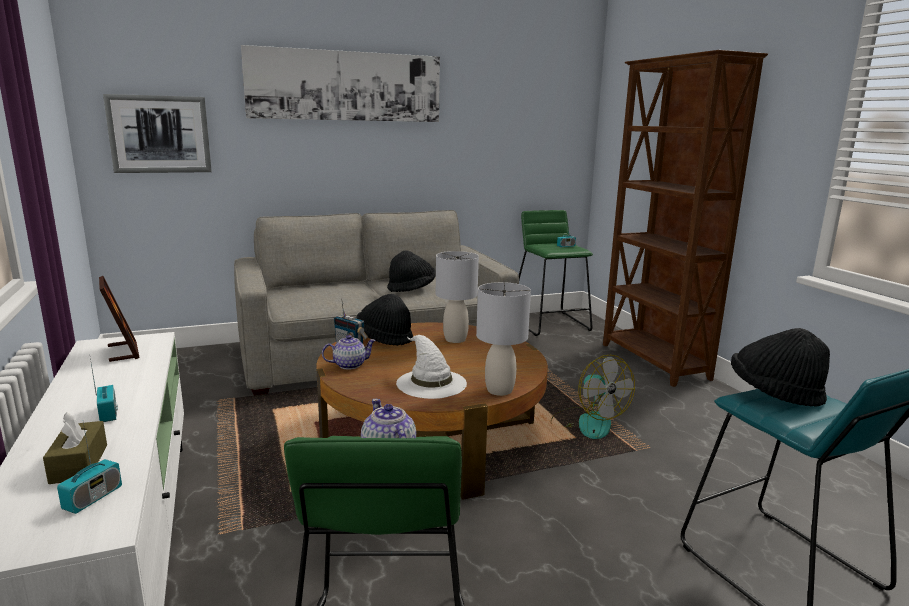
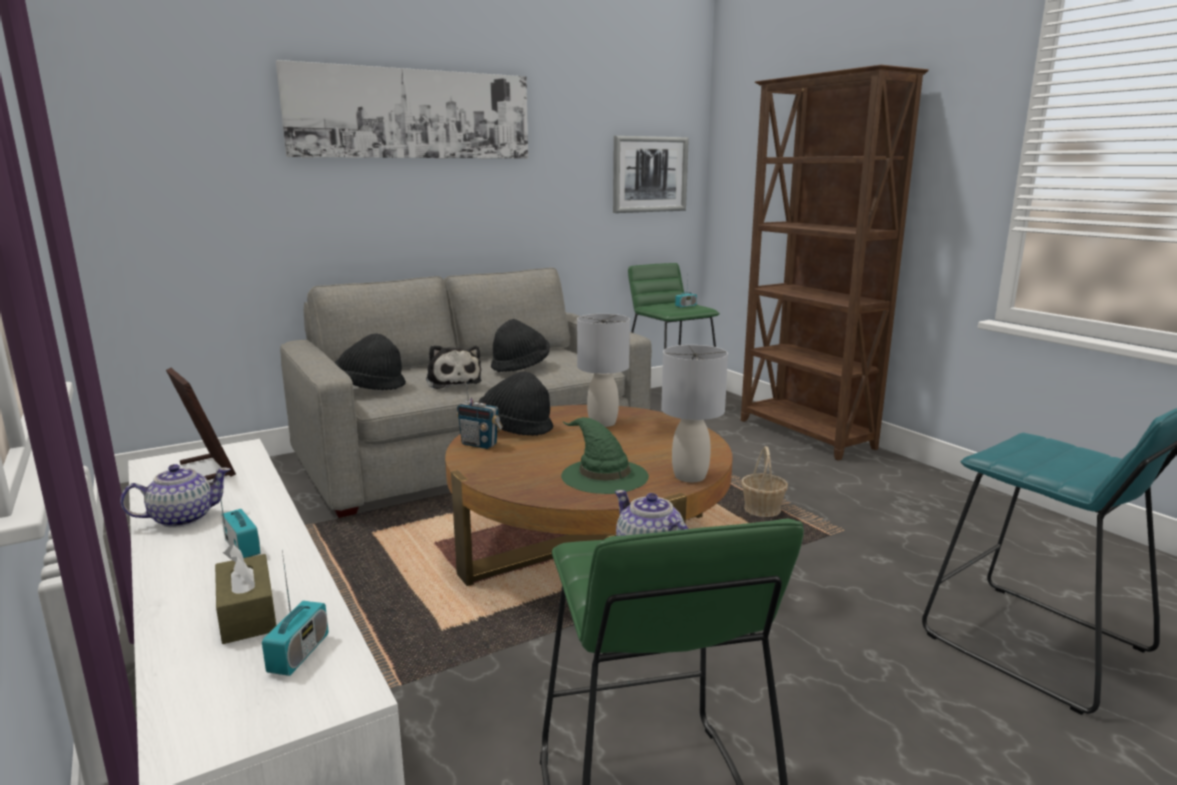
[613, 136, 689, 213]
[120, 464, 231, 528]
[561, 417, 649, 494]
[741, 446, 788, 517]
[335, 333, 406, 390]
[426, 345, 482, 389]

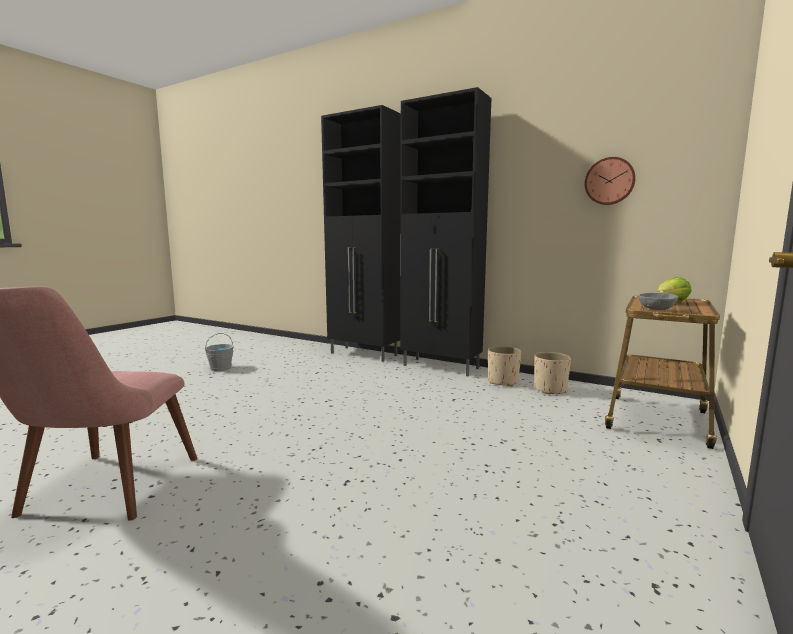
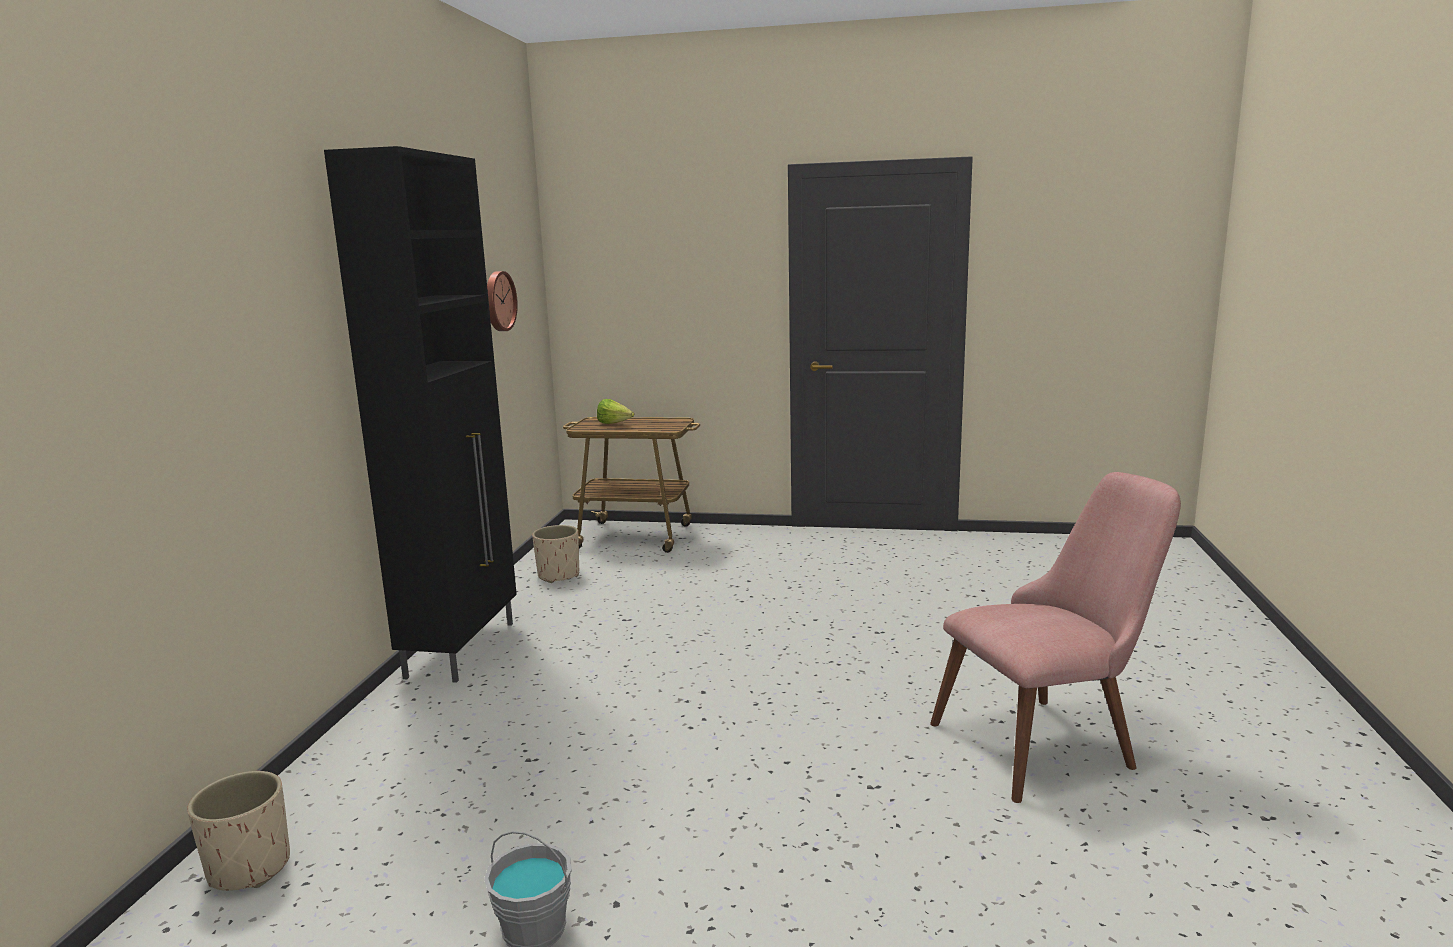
[321, 105, 401, 362] (first image)
[187, 771, 290, 891]
[638, 293, 678, 310] (first image)

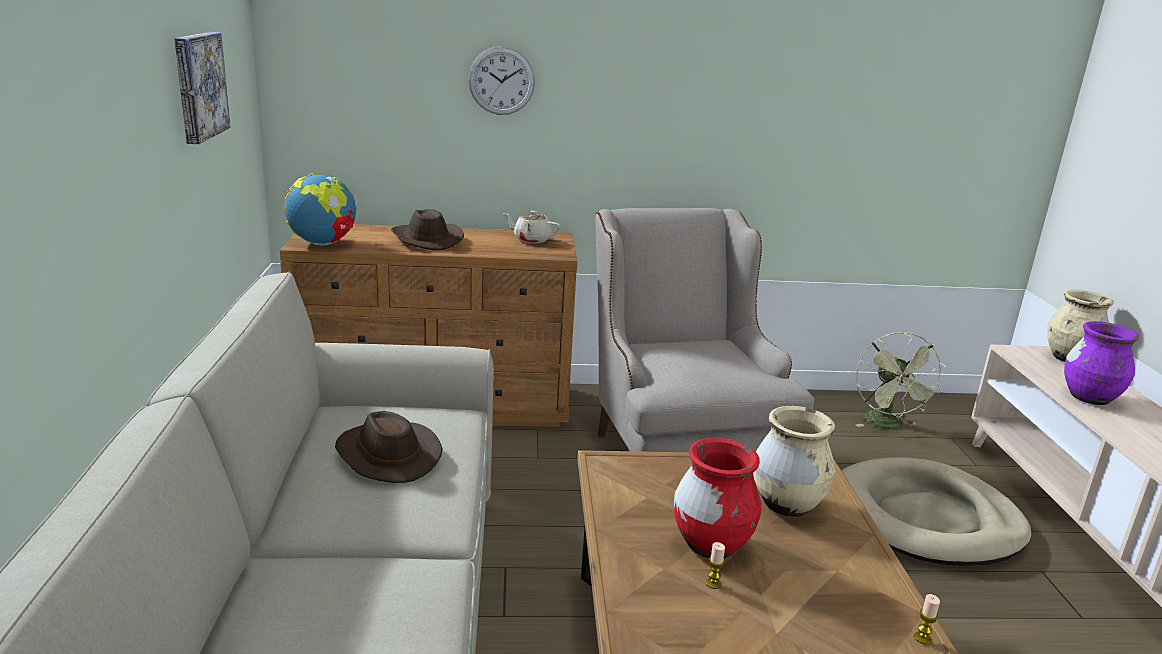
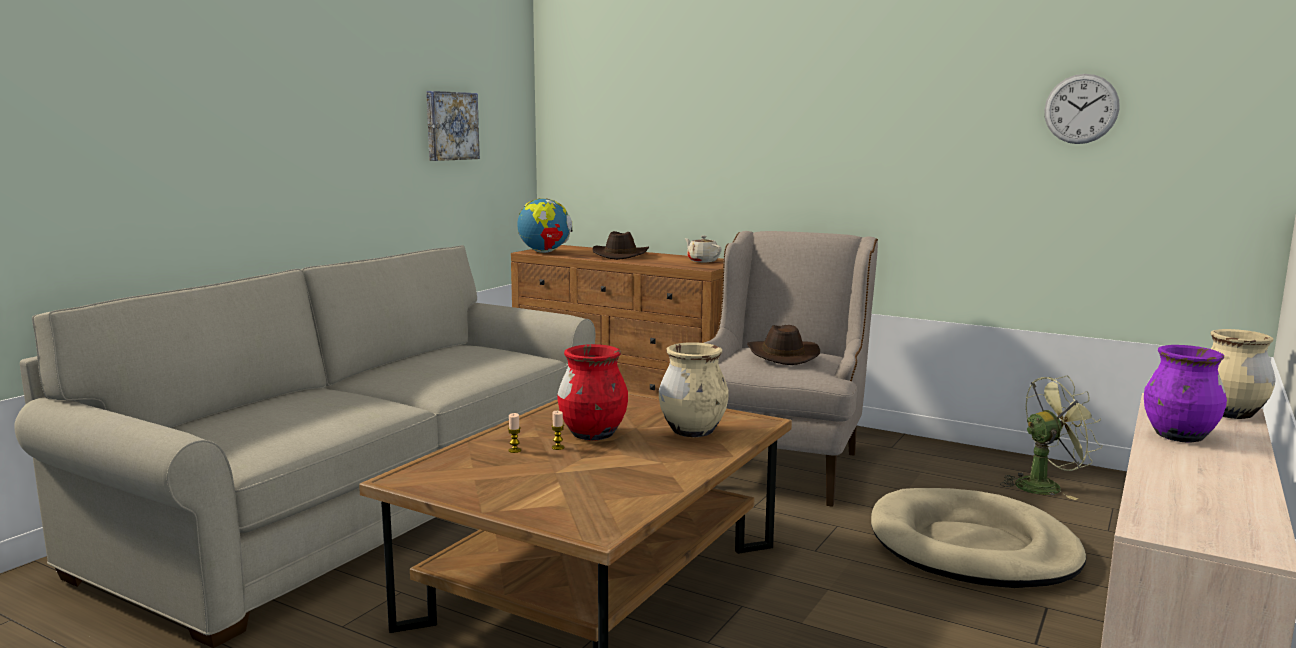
[747, 325, 820, 365]
[1044, 74, 1120, 144]
[1000, 376, 1103, 500]
[508, 413, 521, 453]

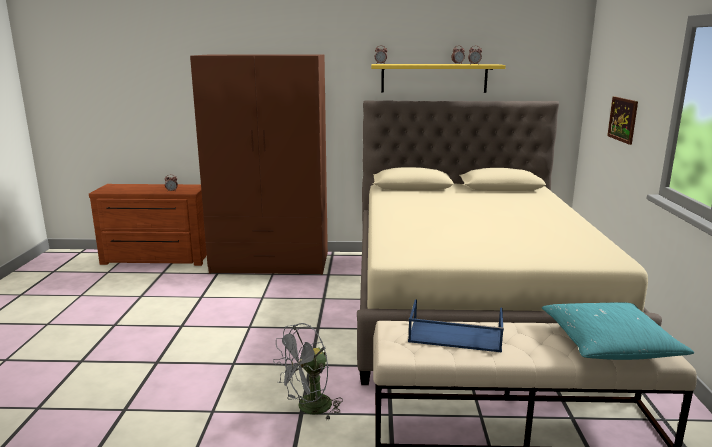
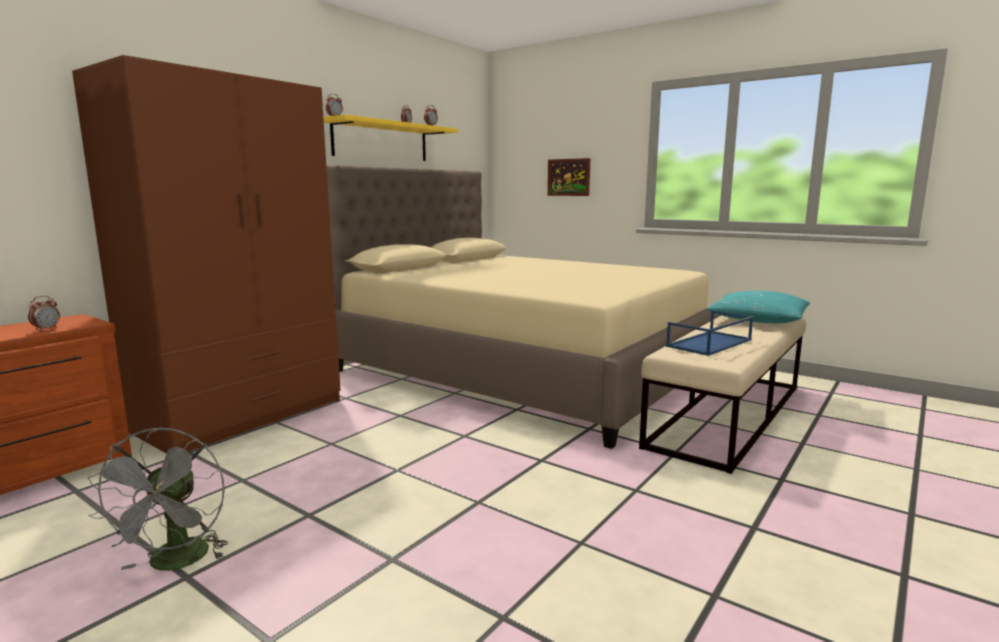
[88, 427, 228, 571]

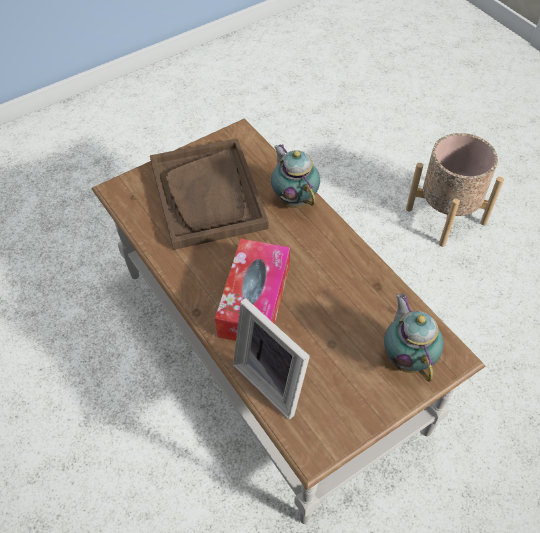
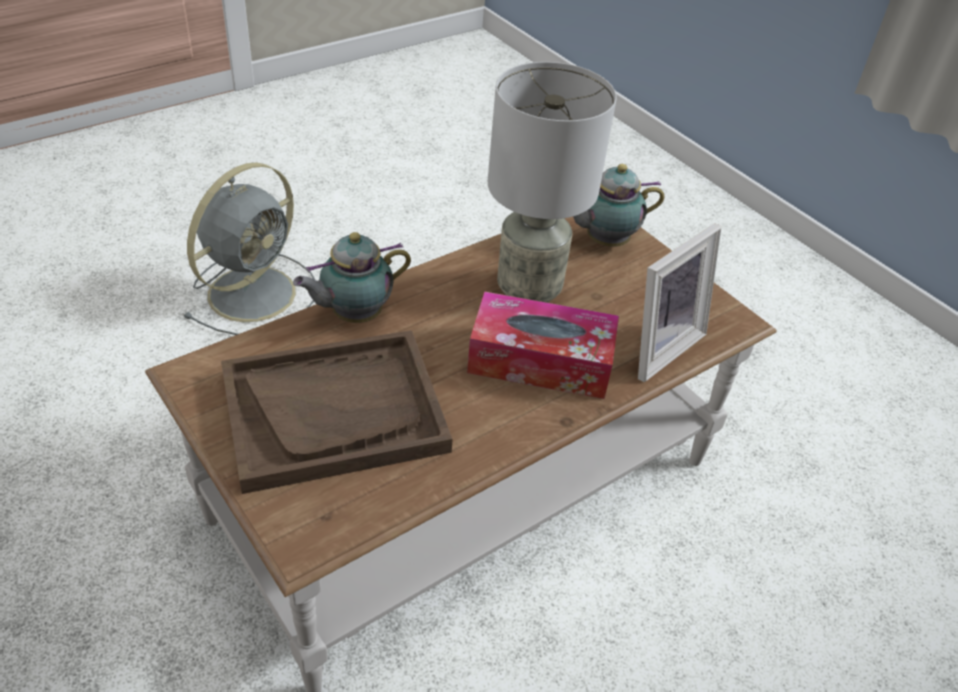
[183, 162, 315, 335]
[488, 62, 616, 303]

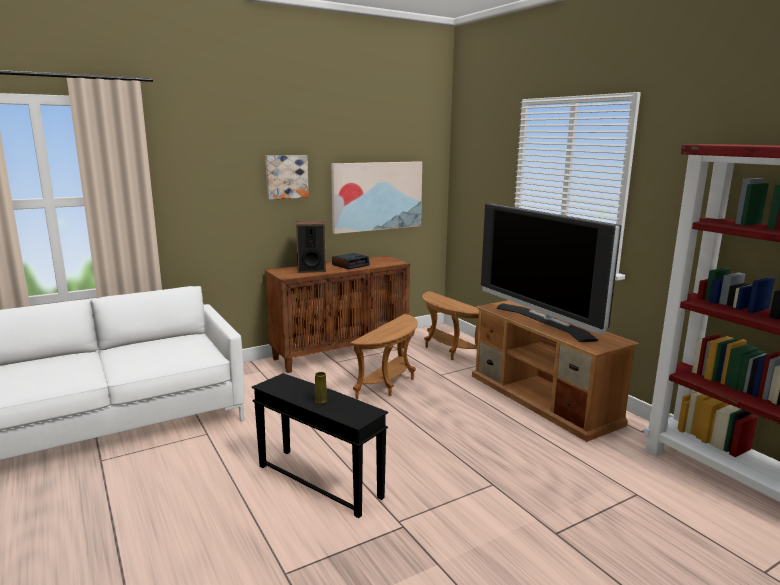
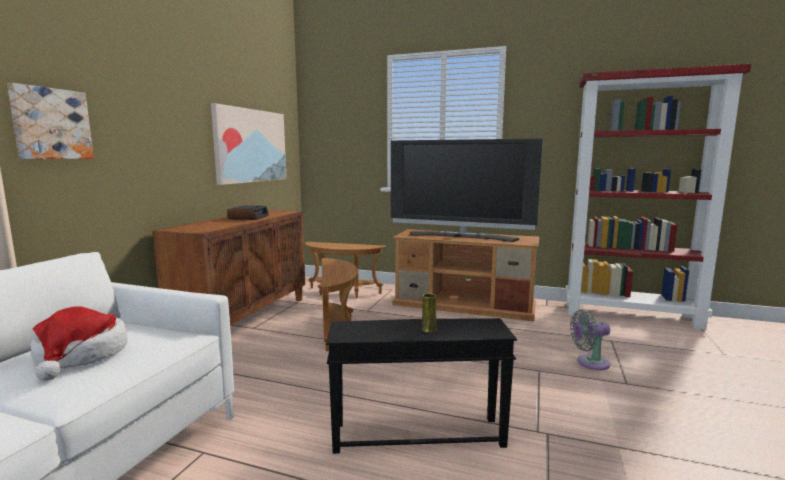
[7, 83, 94, 159]
[296, 221, 326, 273] (first image)
[30, 306, 128, 381]
[570, 309, 610, 370]

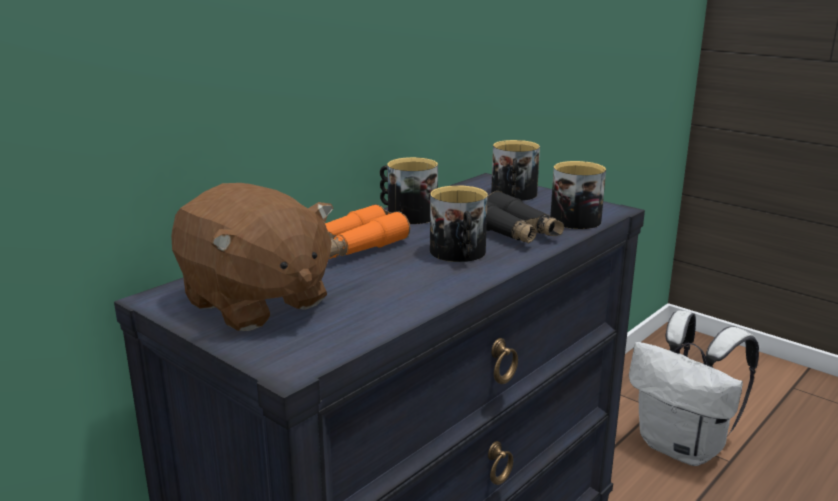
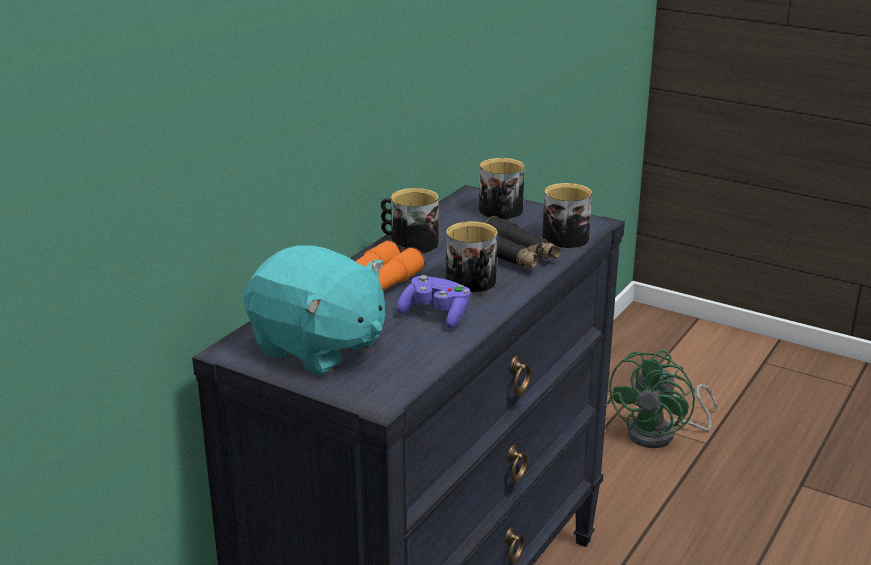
[243, 246, 385, 375]
[607, 350, 717, 448]
[397, 275, 471, 329]

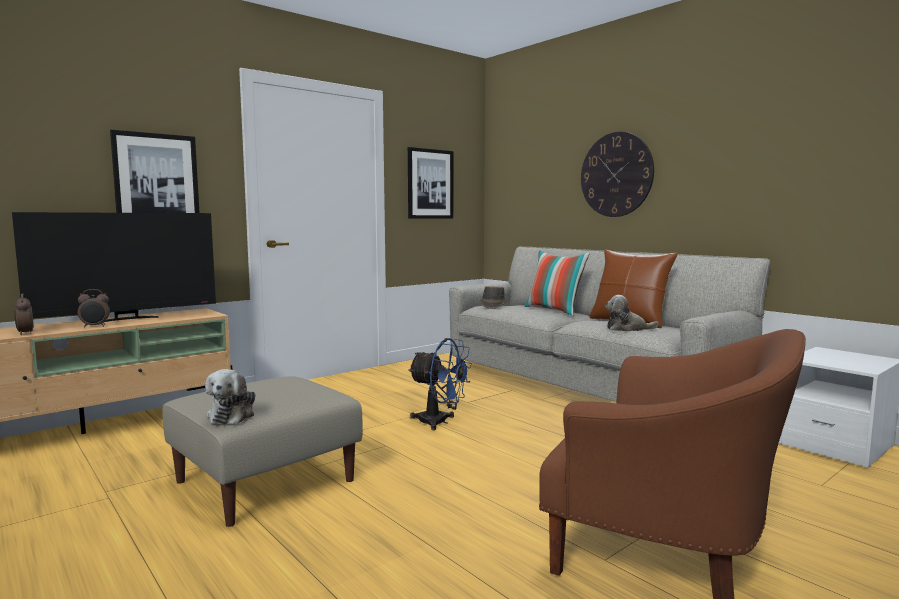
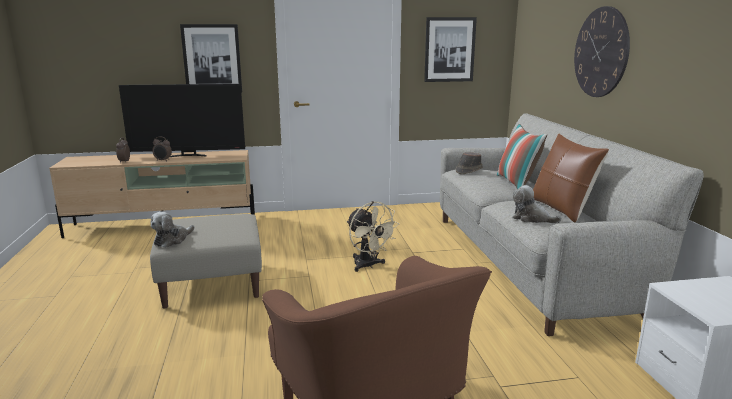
[347, 201, 399, 272]

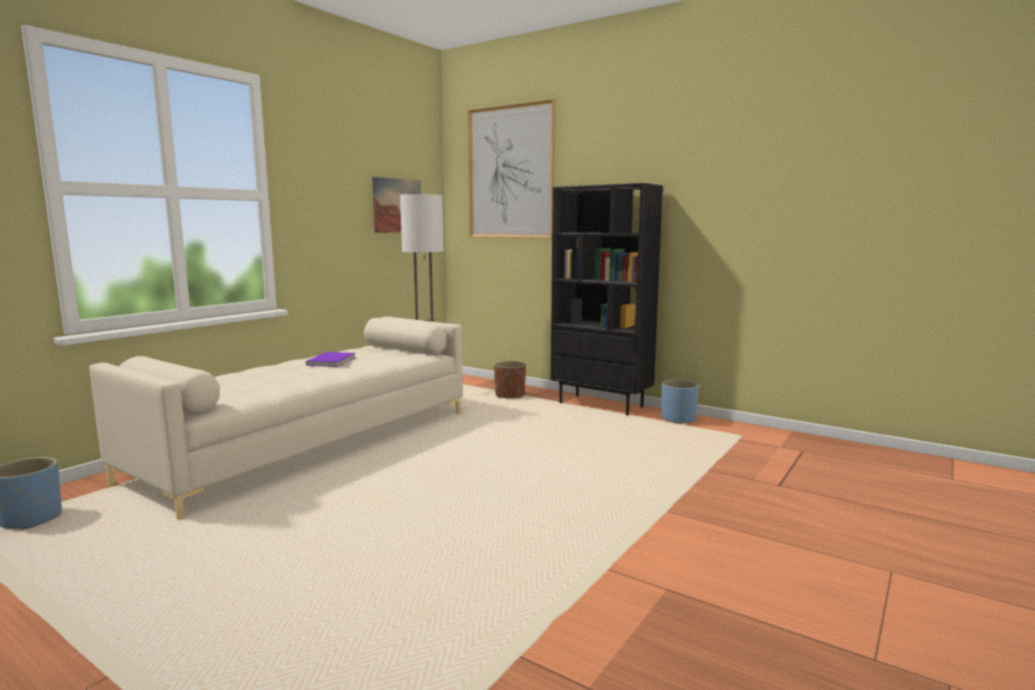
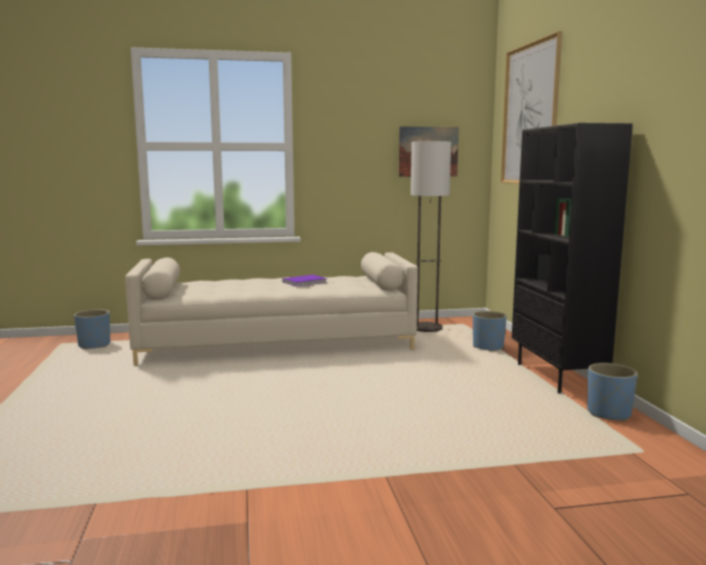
[473, 311, 507, 351]

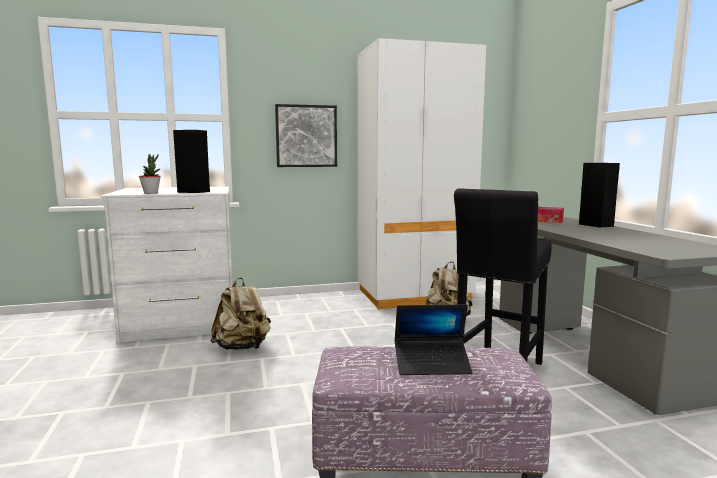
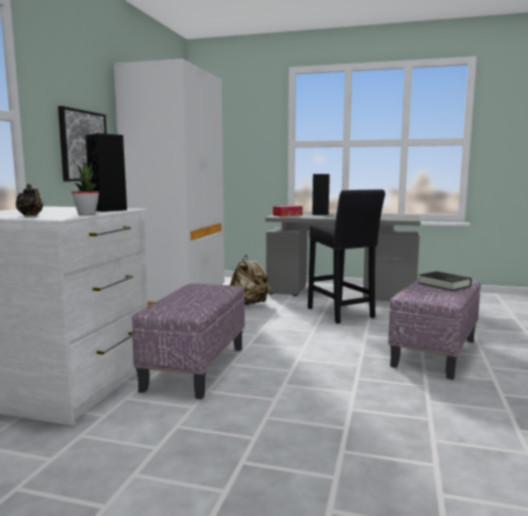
[132, 284, 245, 399]
[419, 271, 472, 291]
[16, 184, 43, 216]

